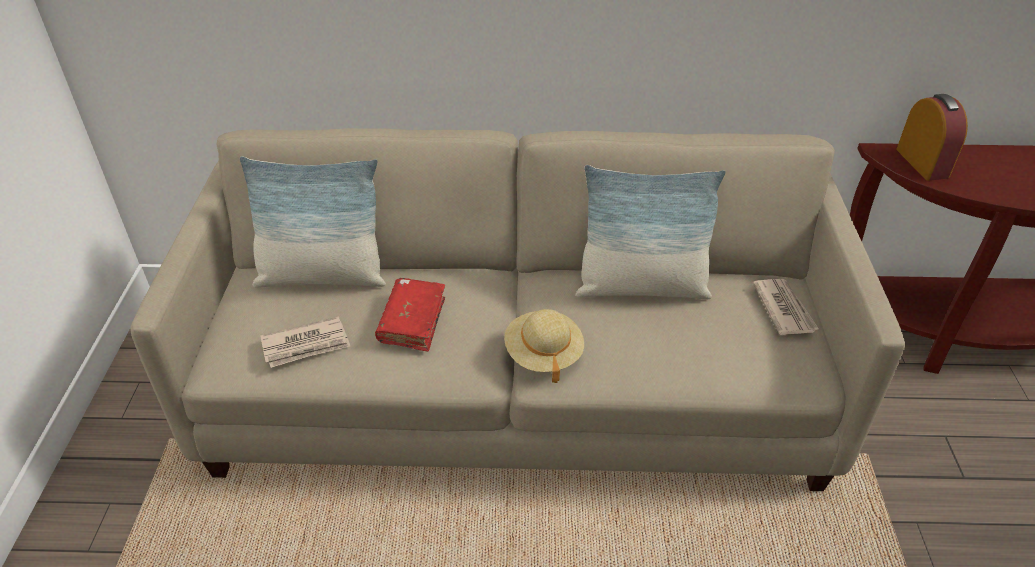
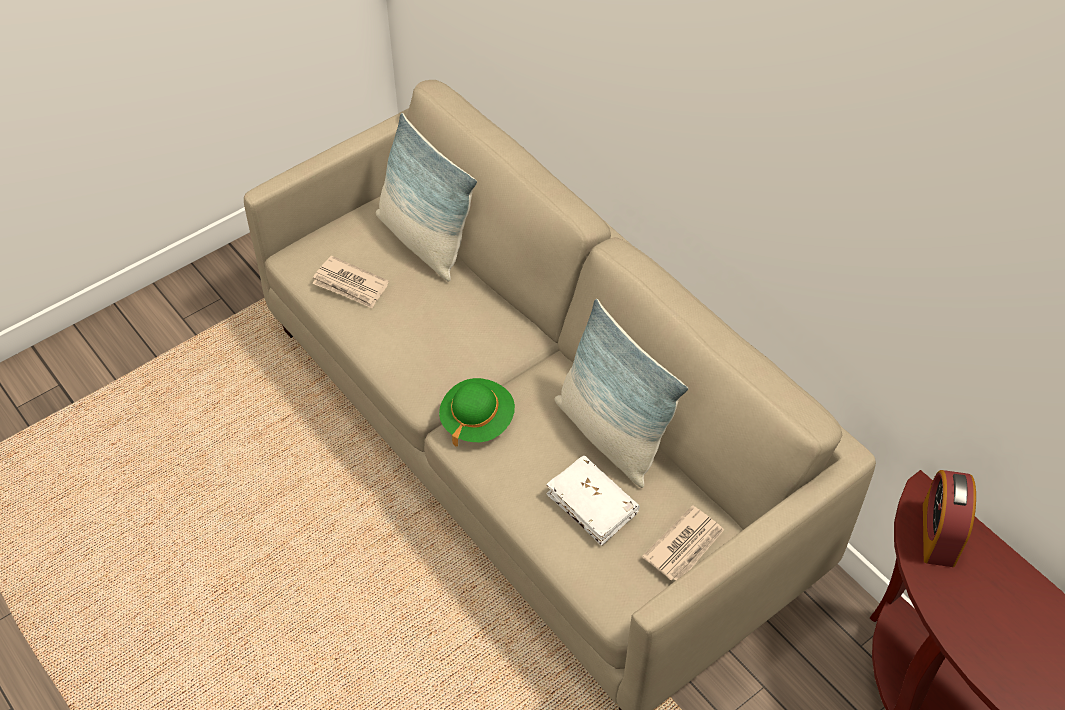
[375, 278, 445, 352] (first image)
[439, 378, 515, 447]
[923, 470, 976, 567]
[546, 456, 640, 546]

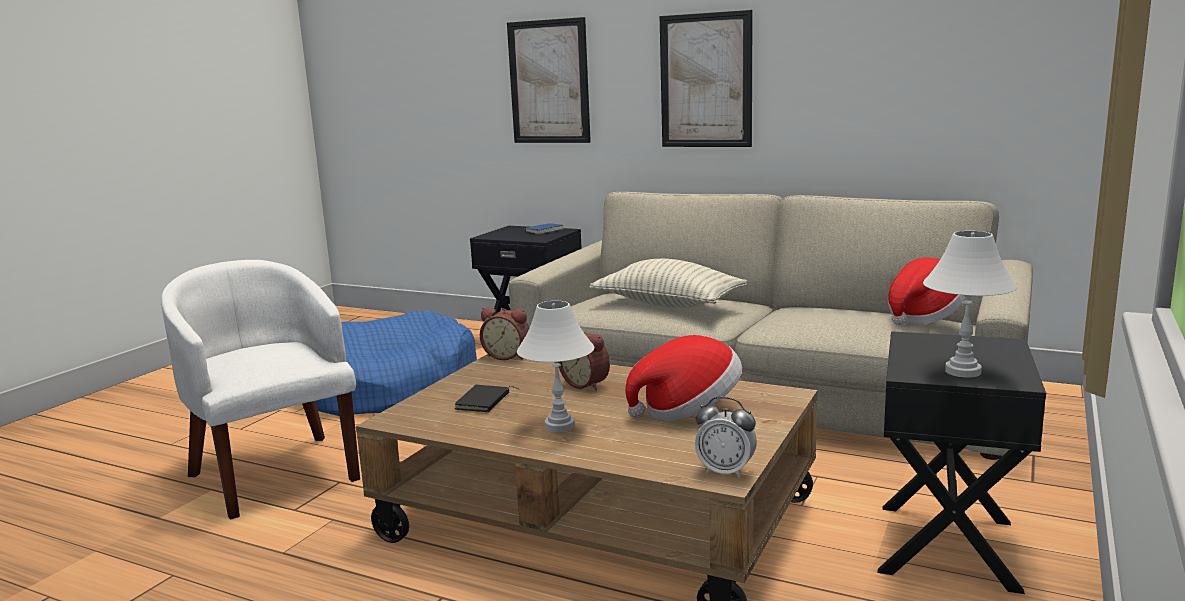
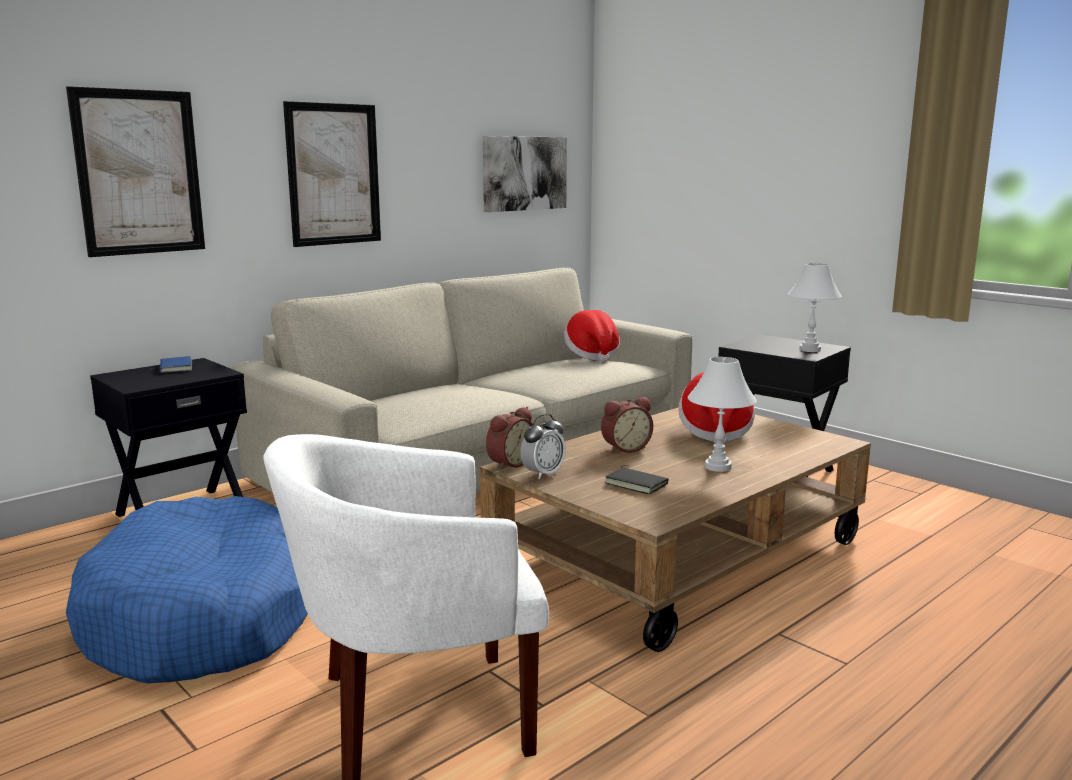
[589, 259, 748, 308] (first image)
[520, 414, 566, 479]
[483, 136, 567, 212]

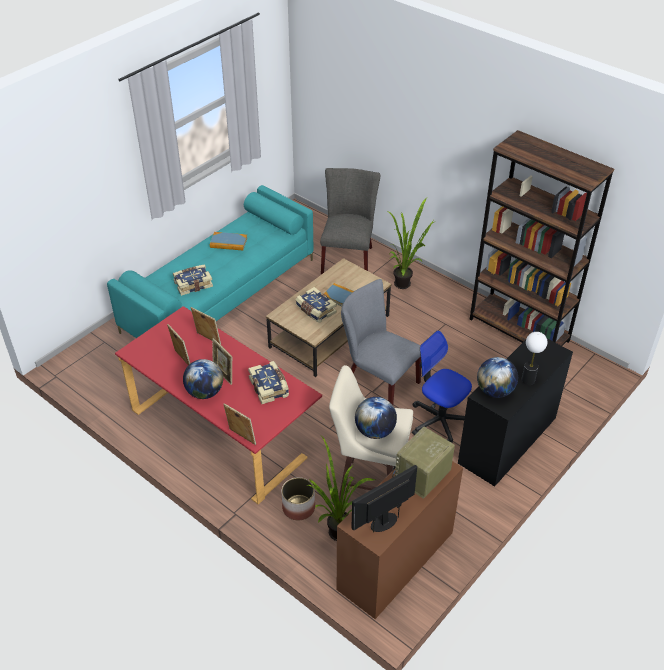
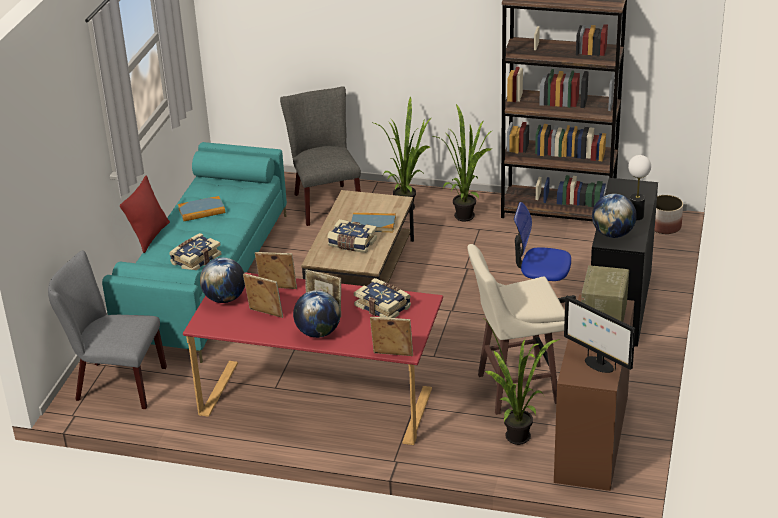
[655, 195, 683, 234]
[48, 250, 167, 409]
[564, 296, 635, 373]
[200, 257, 245, 303]
[120, 175, 170, 253]
[431, 104, 492, 222]

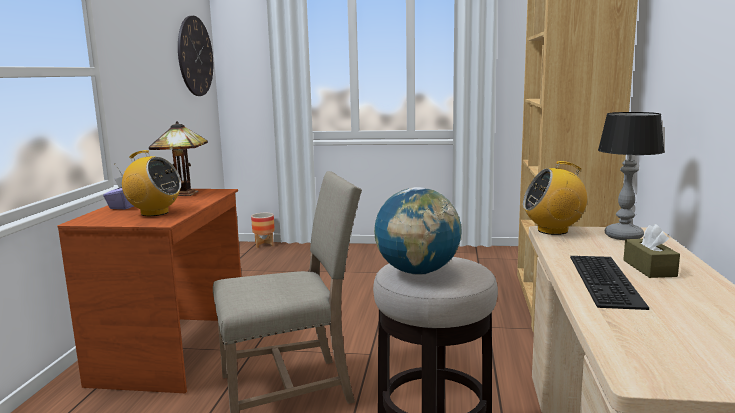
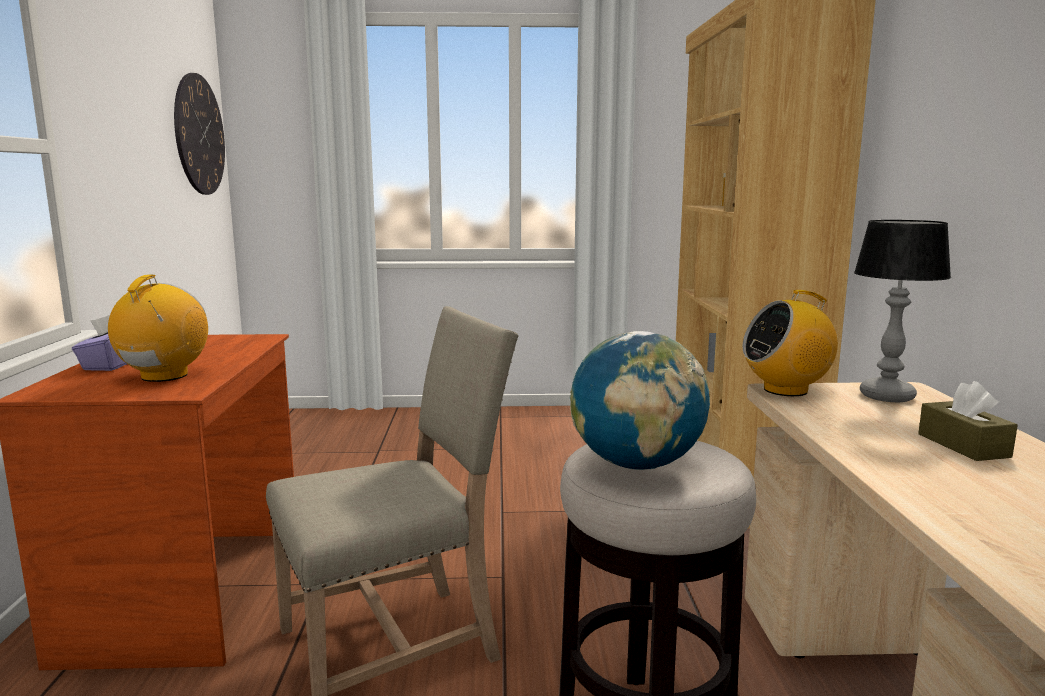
[108, 275, 208, 382]
[149, 121, 208, 196] (first image)
[251, 213, 275, 248] (first image)
[570, 256, 649, 310] (first image)

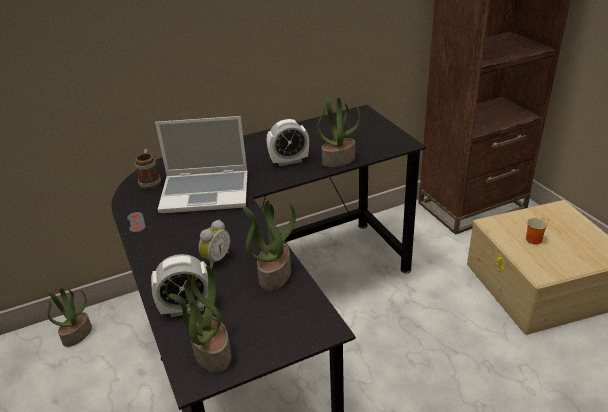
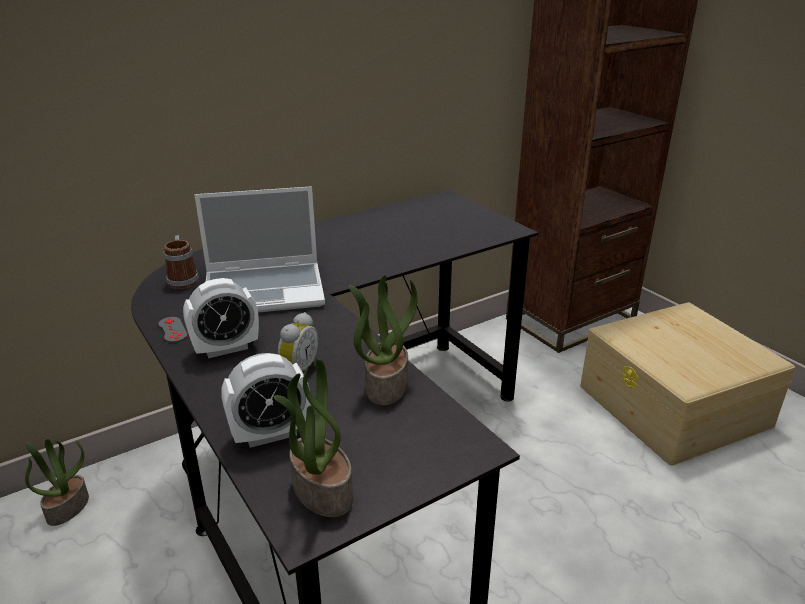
[183, 278, 259, 358]
[317, 98, 360, 167] (first image)
[526, 218, 548, 244] (first image)

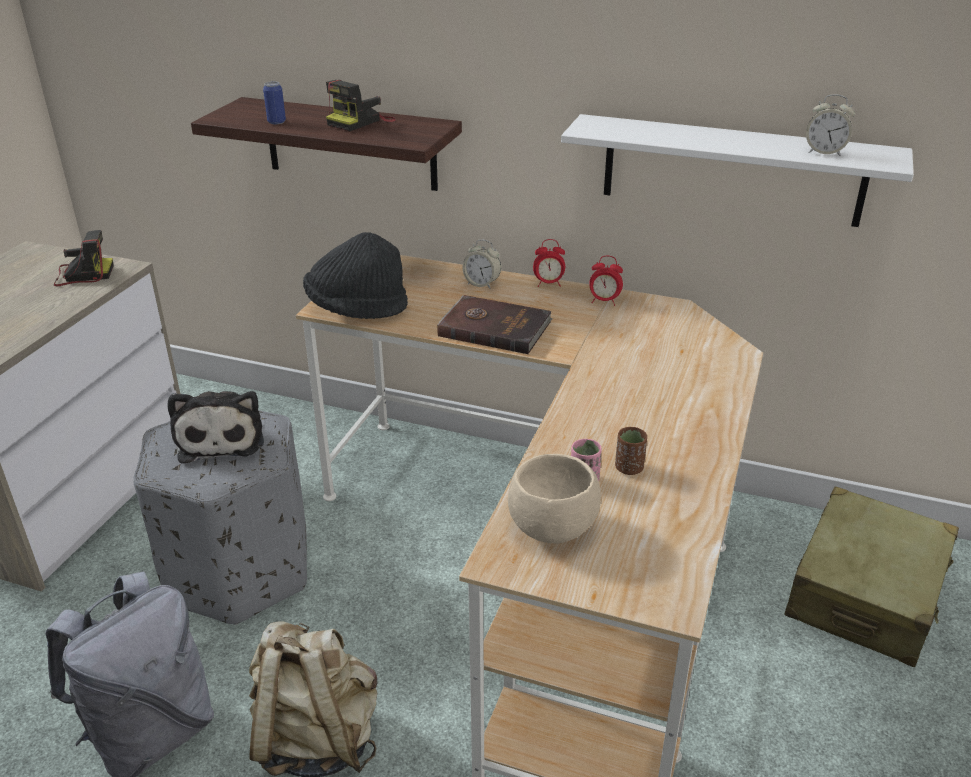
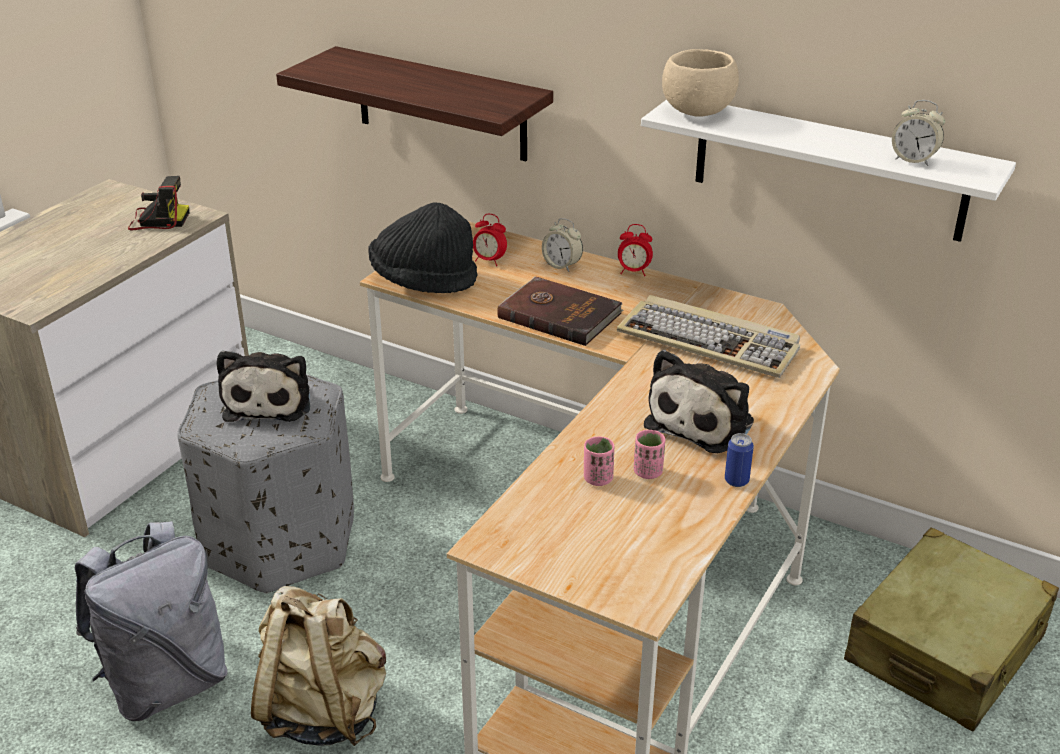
[725, 433, 754, 487]
[326, 80, 396, 131] (first image)
[662, 49, 739, 117]
[473, 214, 507, 266]
[634, 430, 665, 479]
[617, 295, 800, 378]
[644, 350, 754, 453]

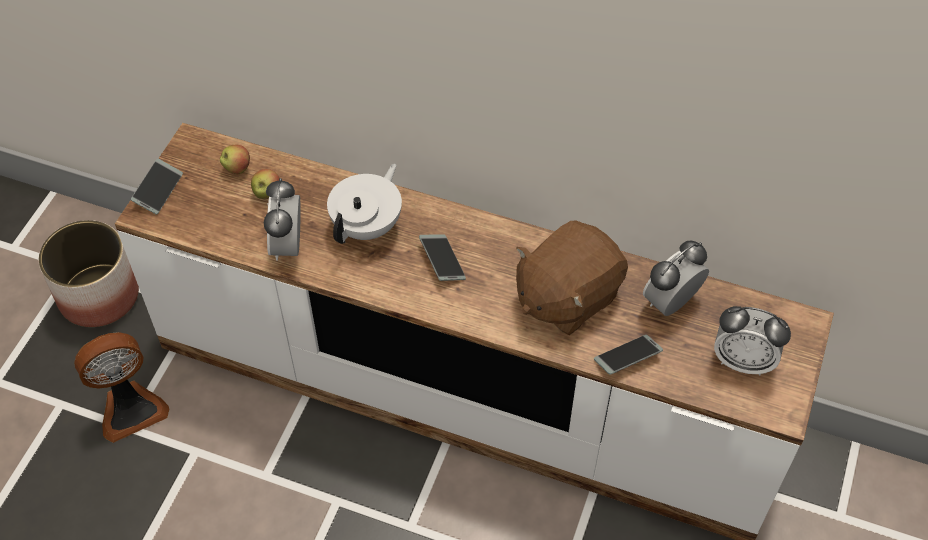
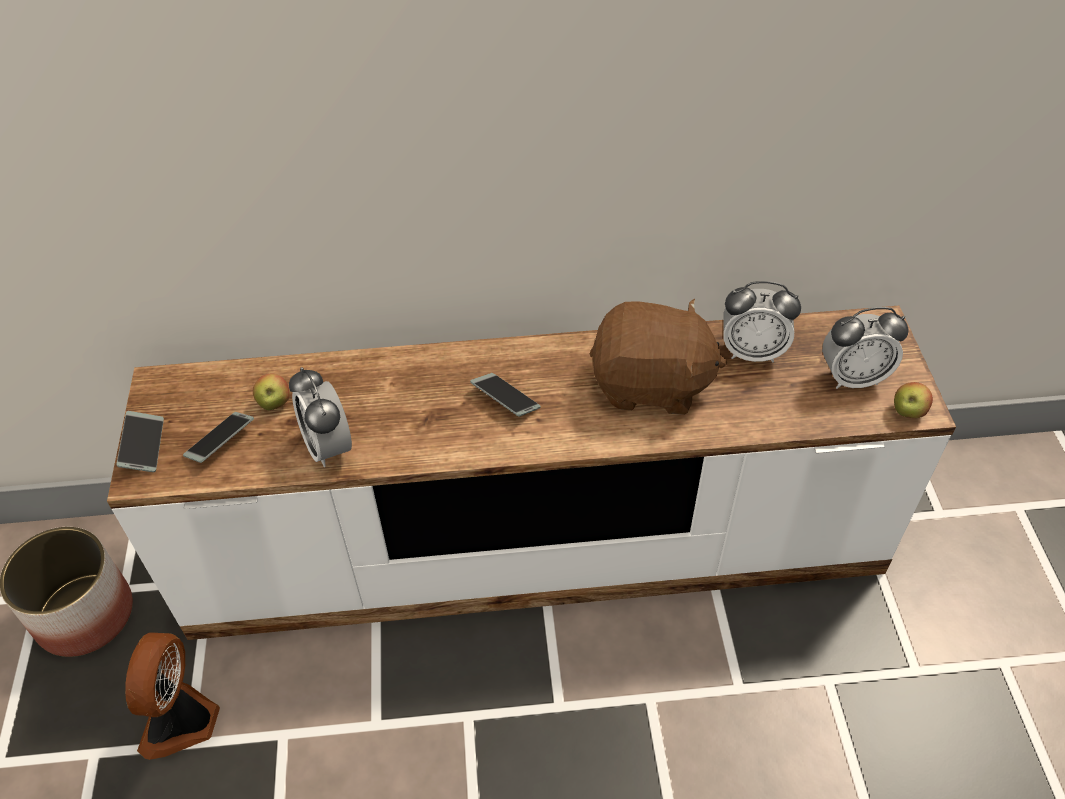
[125, 632, 220, 760]
[894, 382, 933, 418]
[327, 163, 402, 244] (first image)
[590, 299, 727, 415]
[183, 412, 254, 463]
[724, 281, 801, 362]

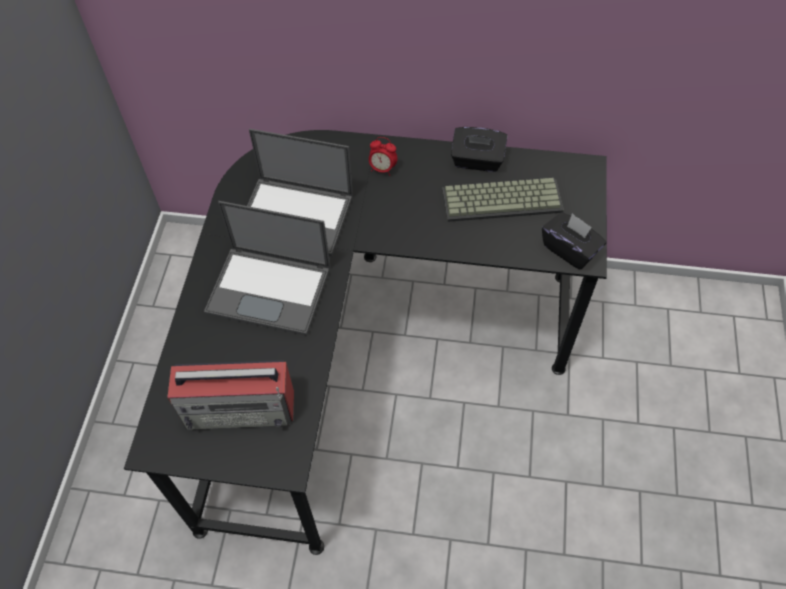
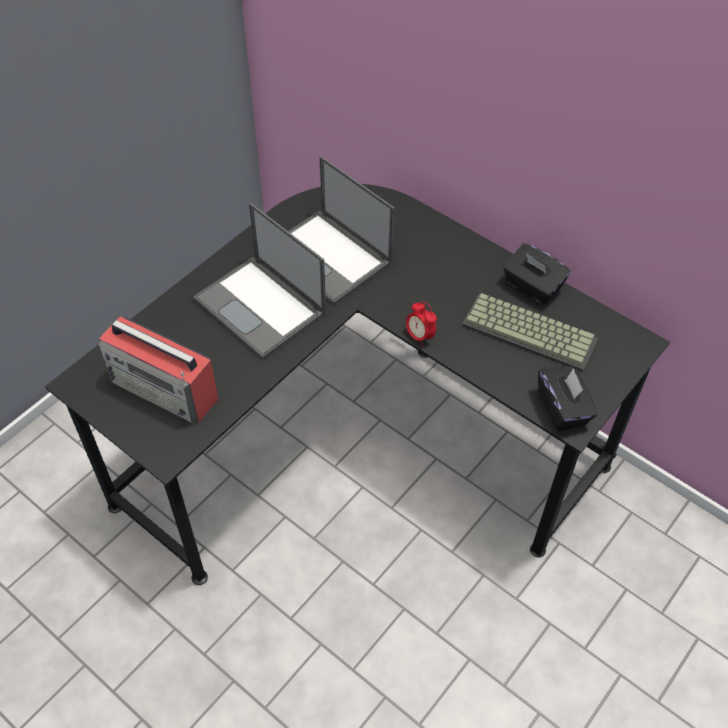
[406, 301, 437, 347]

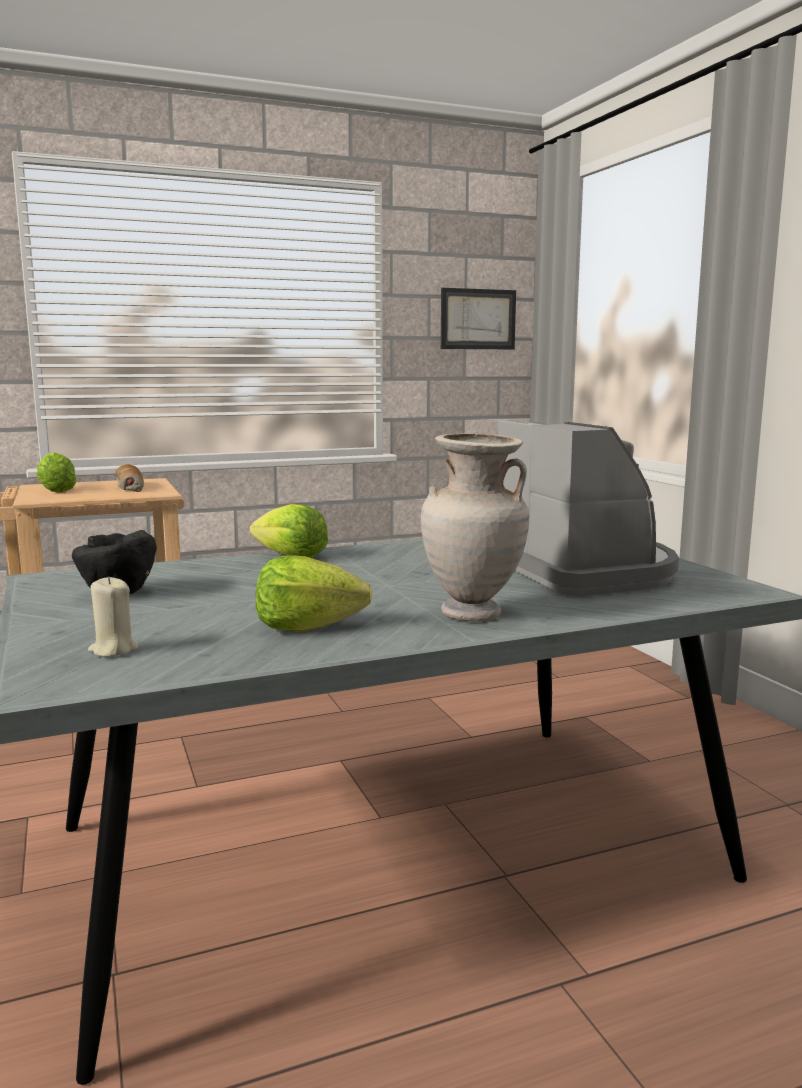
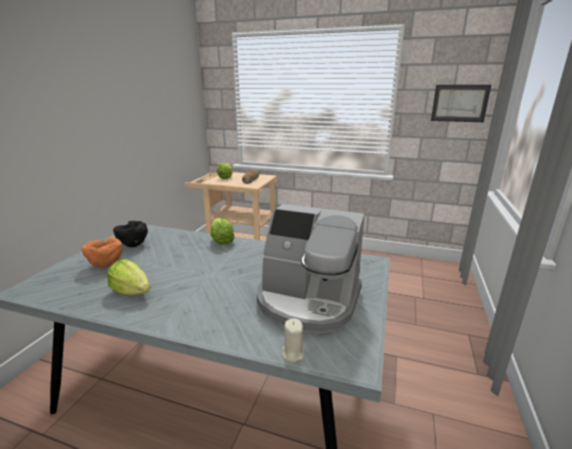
[282, 318, 304, 363]
[421, 434, 529, 622] (first image)
[257, 204, 365, 334]
[81, 237, 122, 268]

